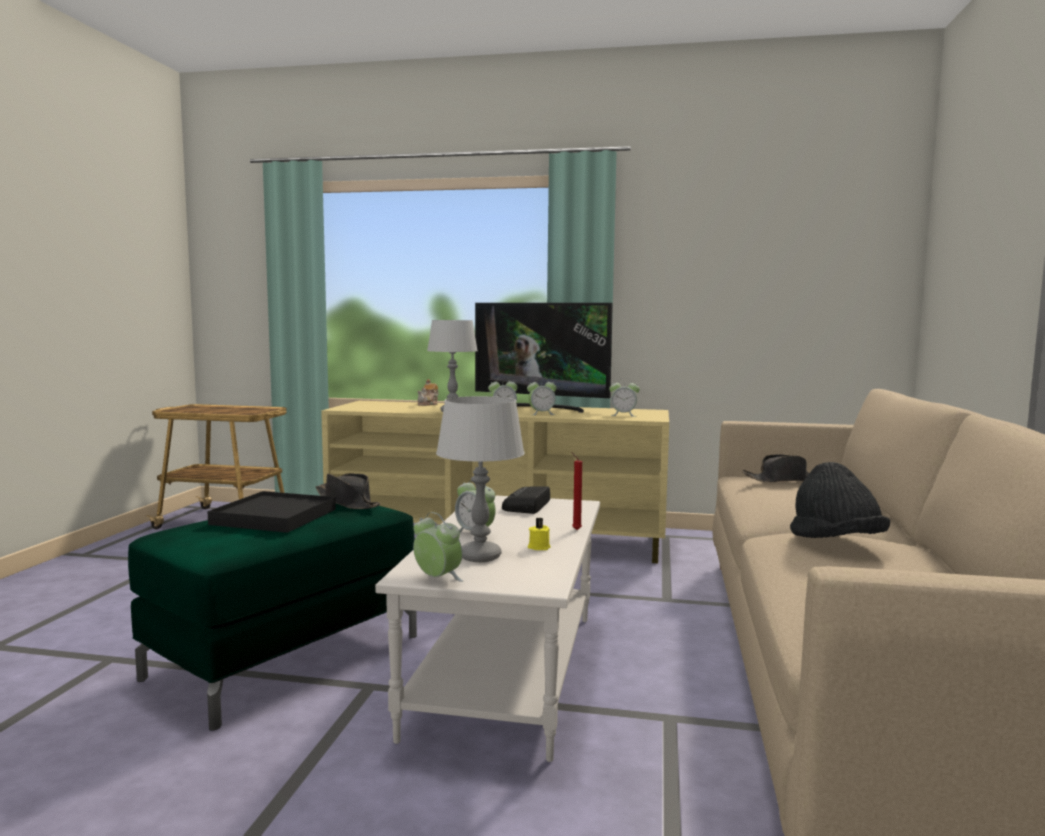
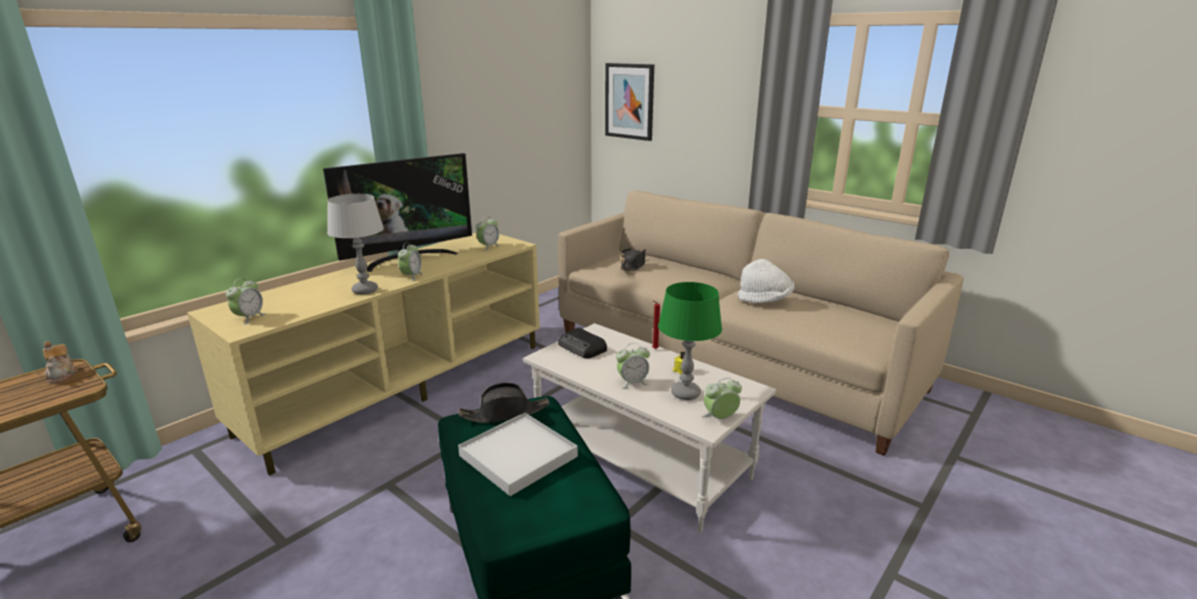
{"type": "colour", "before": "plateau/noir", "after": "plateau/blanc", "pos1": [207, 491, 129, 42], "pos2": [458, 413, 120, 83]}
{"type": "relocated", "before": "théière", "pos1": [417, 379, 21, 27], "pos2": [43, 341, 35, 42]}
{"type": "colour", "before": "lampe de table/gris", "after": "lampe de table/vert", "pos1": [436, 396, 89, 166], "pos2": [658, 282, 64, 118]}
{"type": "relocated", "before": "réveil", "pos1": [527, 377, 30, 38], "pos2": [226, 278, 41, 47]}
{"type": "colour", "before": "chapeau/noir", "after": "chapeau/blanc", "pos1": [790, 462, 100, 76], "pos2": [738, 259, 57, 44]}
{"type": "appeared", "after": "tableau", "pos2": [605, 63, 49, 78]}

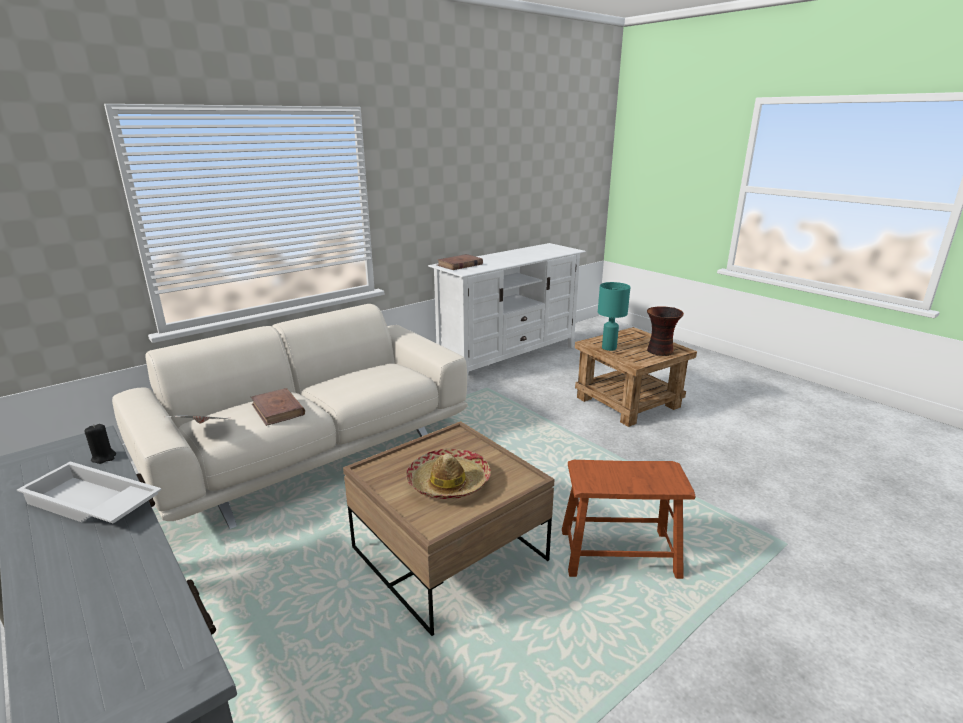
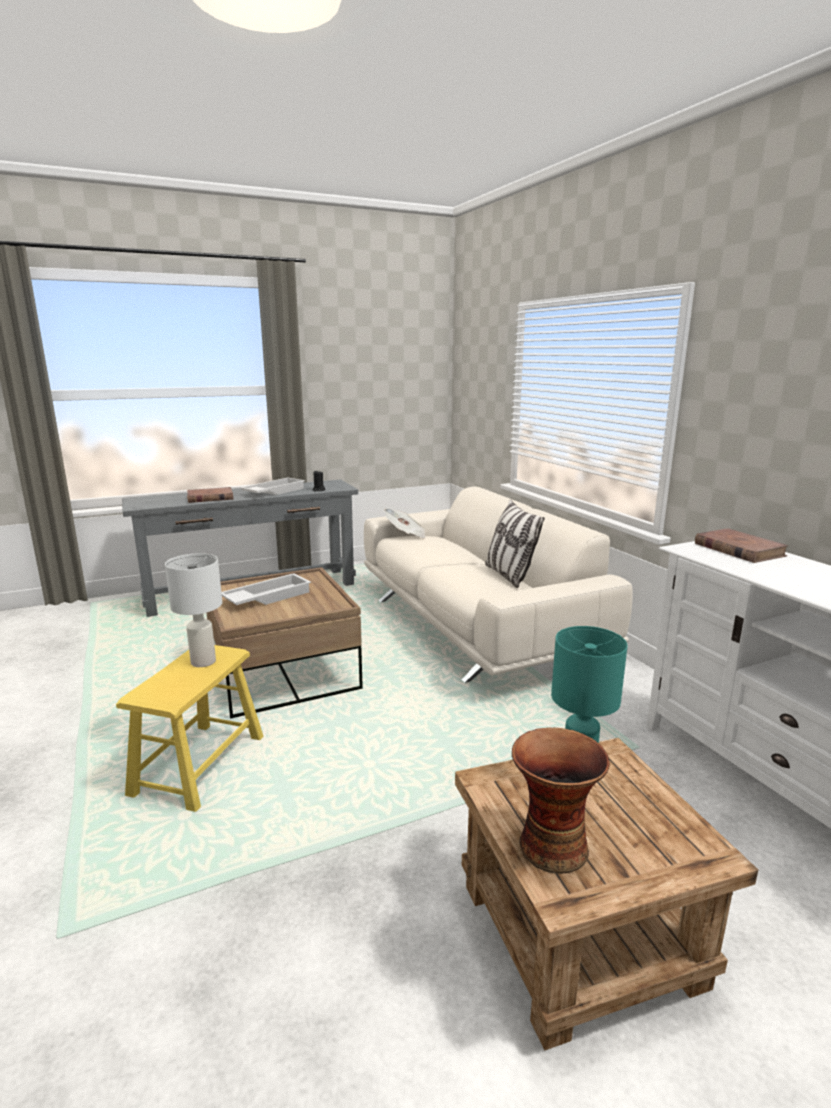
{"type": "relocated", "before": "livre/marron", "pos1": [251, 388, 54, 38], "pos2": [187, 487, 46, 16]}
{"type": "exchanged", "before": "chapeau", "after": "plateau/blanc", "pos1": [406, 448, 85, 51], "pos2": [221, 573, 90, 32]}
{"type": "colour", "before": "tabouret/marron", "after": "tabouret/jaune", "pos1": [562, 460, 134, 119], "pos2": [116, 645, 148, 167]}
{"type": "appeared", "after": "lampe de table/blanc", "pos2": [165, 553, 57, 114]}
{"type": "appeared", "after": "coussin", "pos2": [485, 500, 60, 88]}

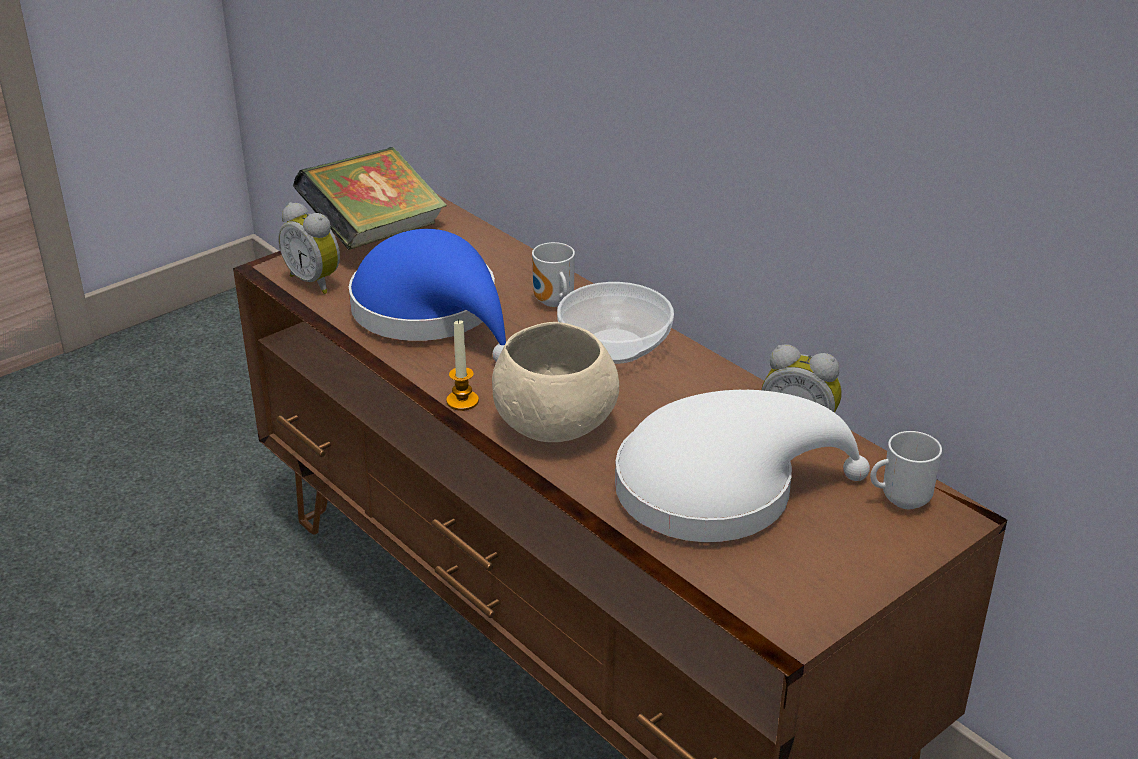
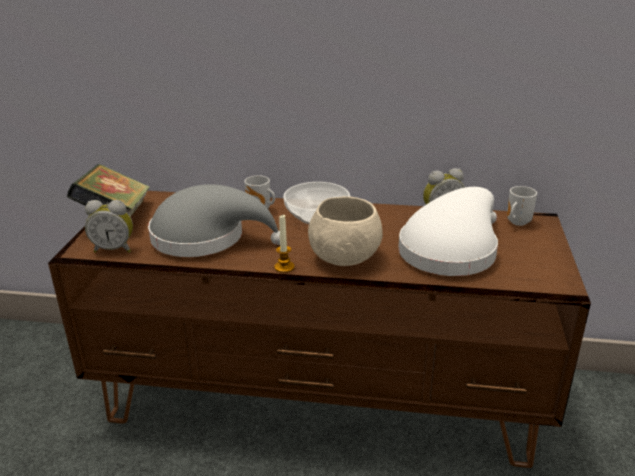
{"type": "colour", "before": "chapeau/bleu", "after": "chapeau/gris", "pos1": [349, 229, 157, 133], "pos2": [148, 184, 132, 73]}

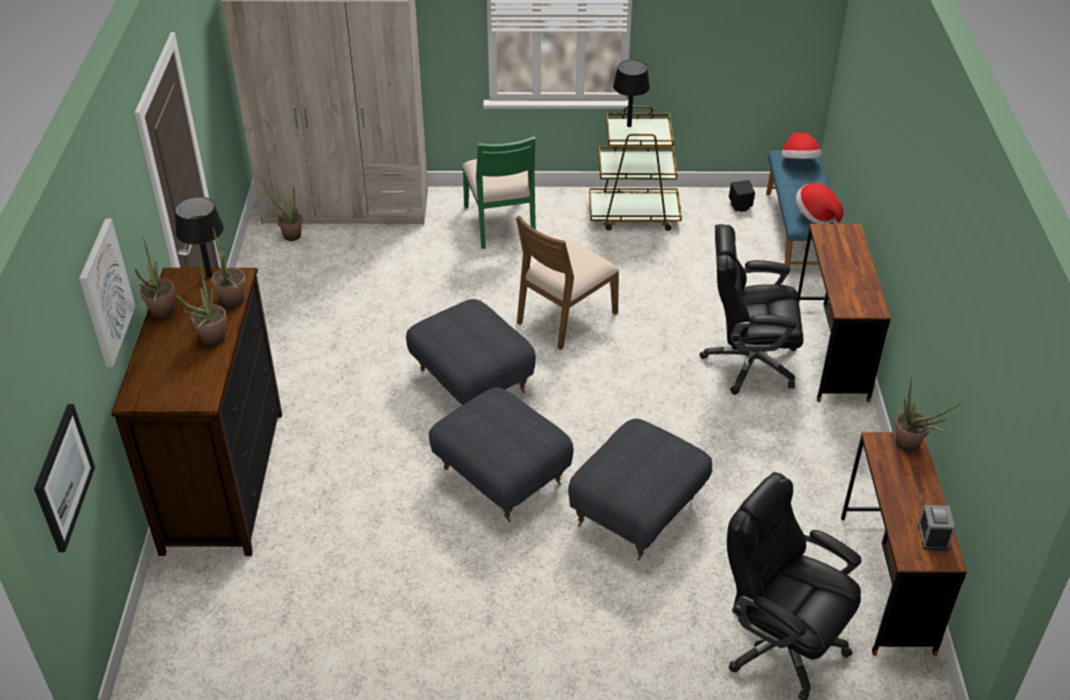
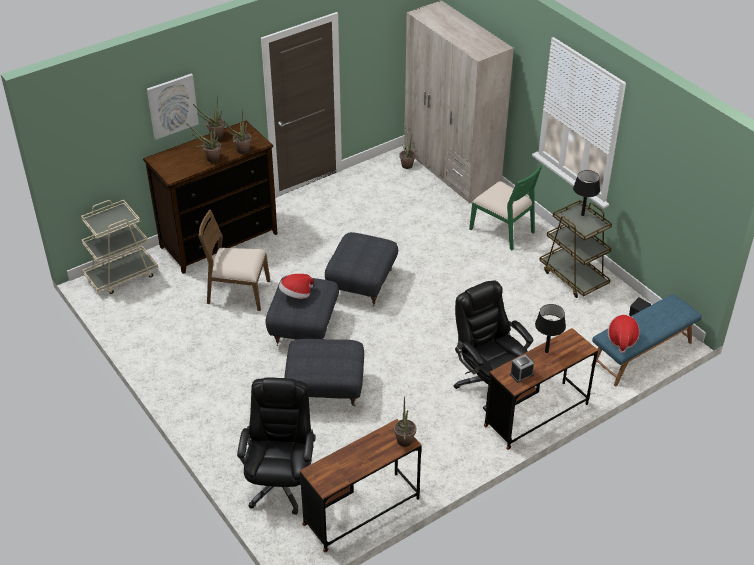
{"type": "missing", "before": "tableau", "pos1": [34, 404, 61, 148]}
{"type": "relocated", "before": "lampe de table/noir", "pos1": [175, 197, 49, 81], "pos2": [535, 304, 31, 49]}
{"type": "spun", "before": "chaise/vert", "pos1": [462, 136, 74, 113], "pos2": [469, 164, 73, 86], "turn": -90}
{"type": "relocated", "before": "chaise/marron", "pos1": [516, 215, 103, 135], "pos2": [198, 210, 72, 101]}
{"type": "relocated", "before": "chapeau", "pos1": [781, 132, 41, 27], "pos2": [279, 274, 35, 25]}
{"type": "relocated", "before": "réveil", "pos1": [918, 505, 37, 46], "pos2": [510, 354, 24, 29]}
{"type": "appeared", "after": "chariot/beige", "pos2": [81, 200, 77, 94]}

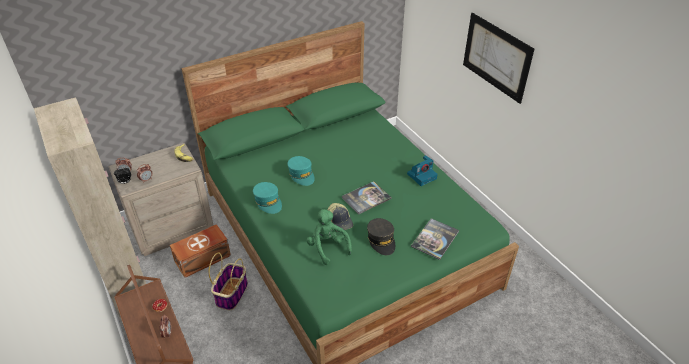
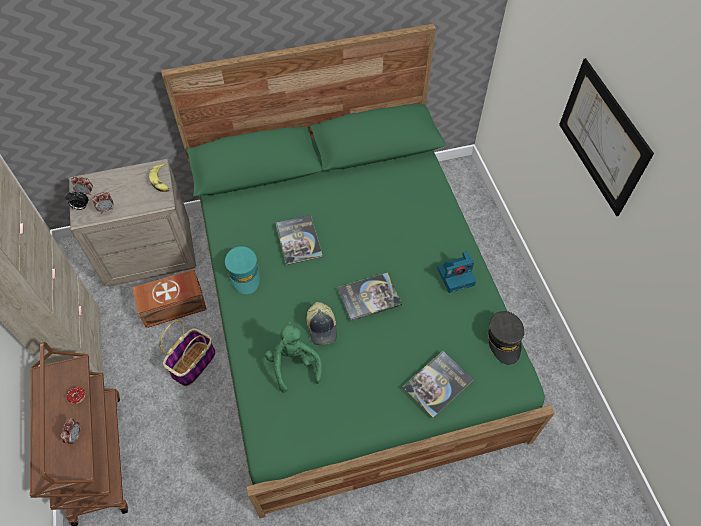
{"type": "exchanged", "before": "casquette/turquoise", "after": "livre", "pos1": [288, 156, 27, 30], "pos2": [275, 215, 48, 50]}
{"type": "relocated", "before": "casquette/gris", "pos1": [367, 218, 28, 37], "pos2": [488, 311, 37, 54]}

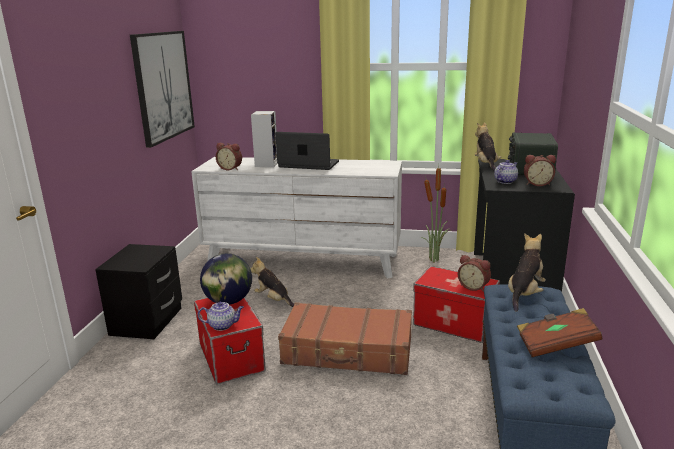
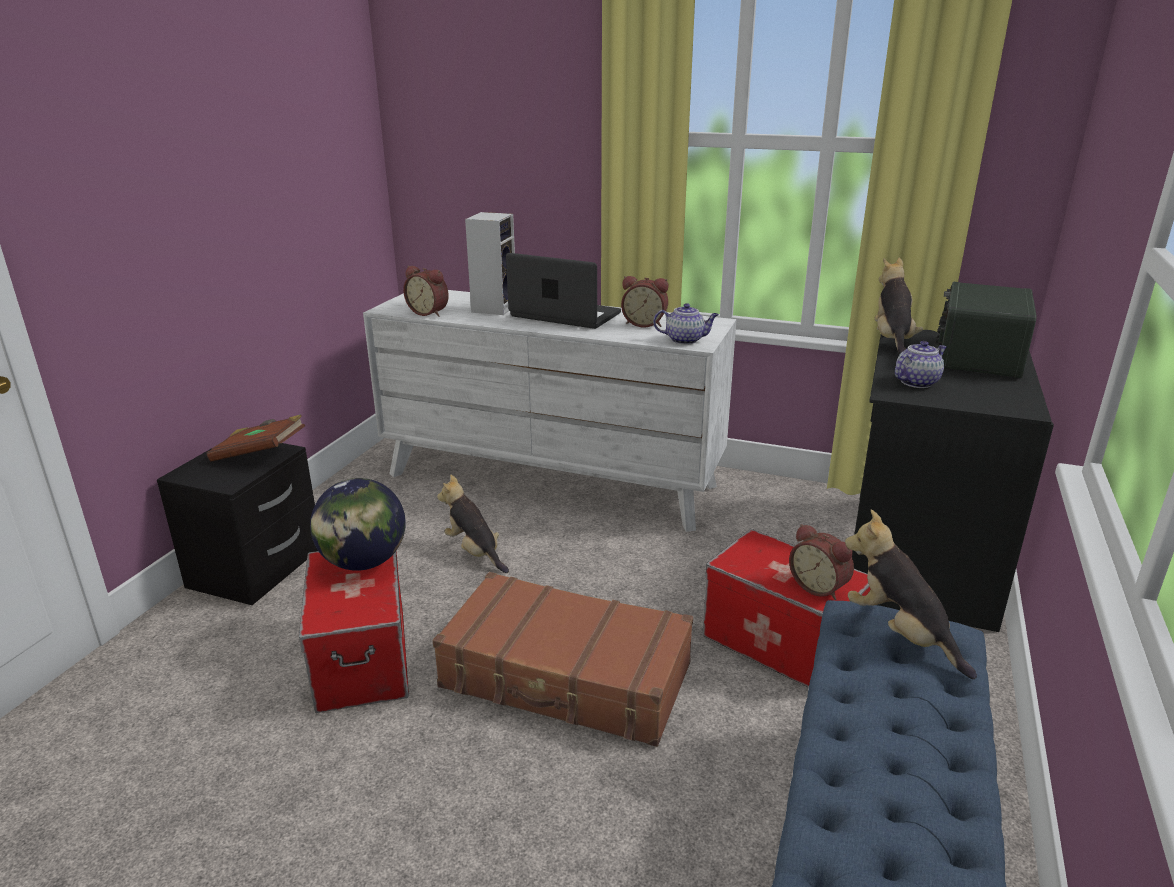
{"type": "missing", "before": "tableau", "pos1": [130, 31, 65, 117]}
{"type": "relocated", "before": "théière", "pos1": [198, 301, 46, 30], "pos2": [653, 303, 66, 42]}
{"type": "missing", "before": "plante en pot", "pos1": [421, 168, 29, 95]}
{"type": "spun", "before": "peluche", "pos1": [508, 233, 38, 79], "pos2": [845, 509, 132, 170], "turn": -75}
{"type": "relocated", "before": "livre/marron", "pos1": [517, 308, 86, 49], "pos2": [206, 415, 99, 47]}
{"type": "relocated", "before": "réveil", "pos1": [524, 155, 32, 31], "pos2": [621, 276, 47, 52]}

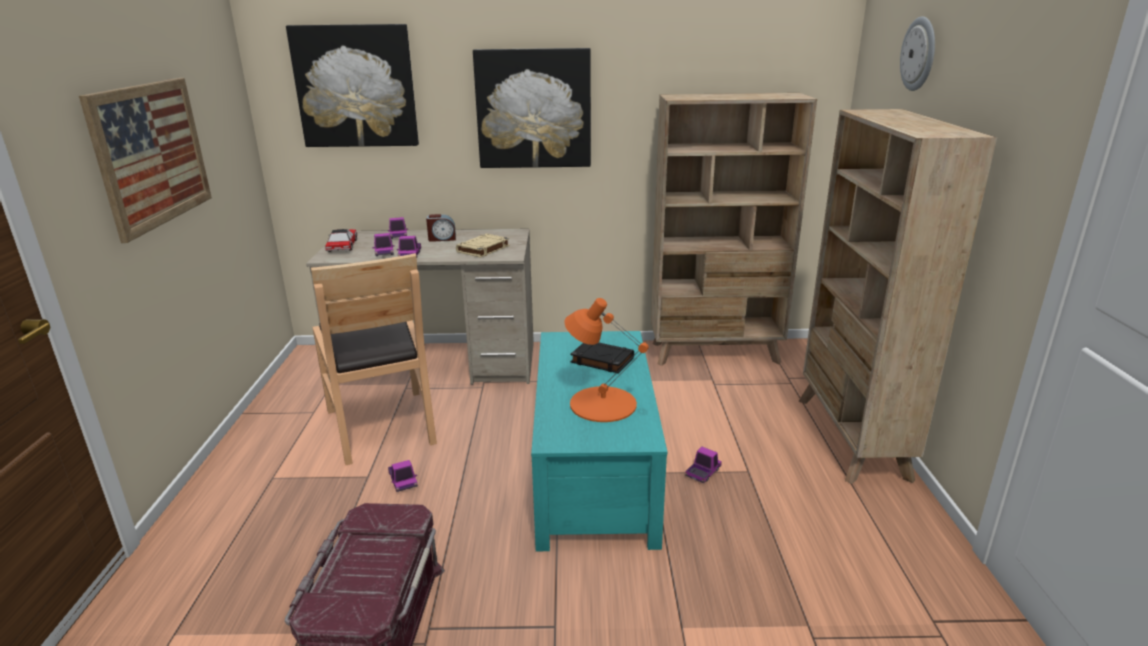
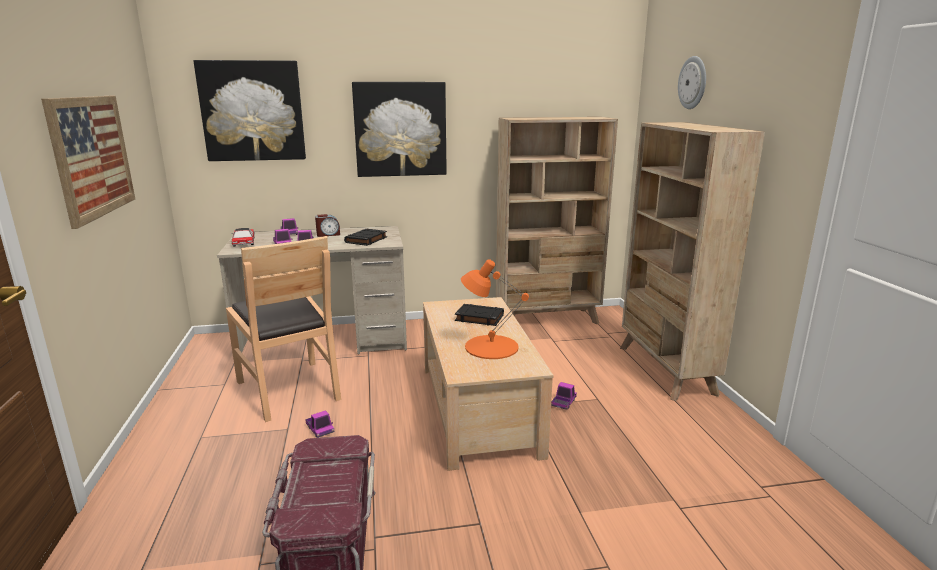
{"type": "colour", "before": "livre/beige", "after": "livre/noir", "pos1": [456, 233, 54, 25], "pos2": [344, 229, 43, 17]}
{"type": "colour", "before": "table basse/turquoise", "after": "table basse/beige", "pos1": [531, 331, 136, 220], "pos2": [423, 297, 131, 174]}

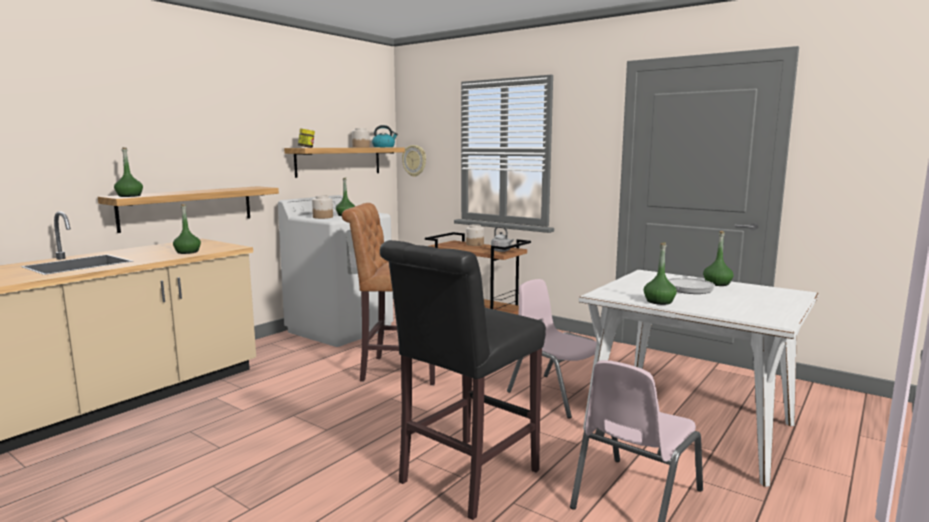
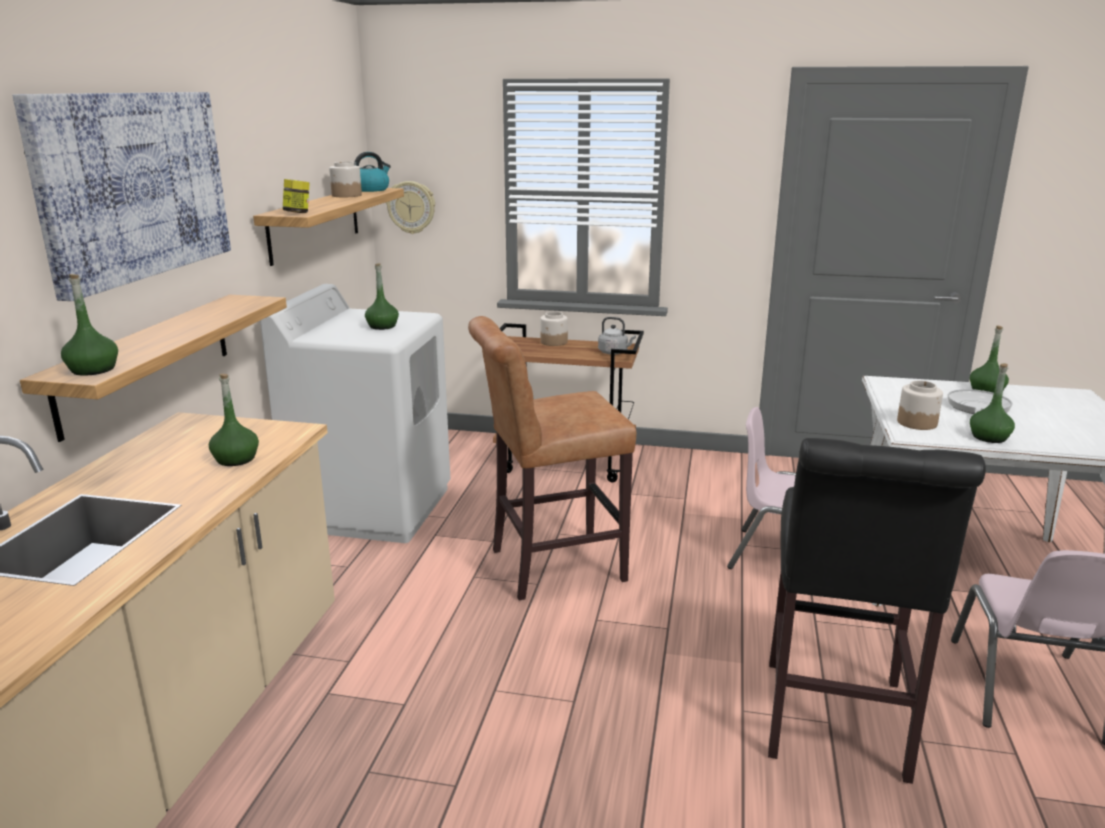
{"type": "relocated", "before": "bocal", "pos1": [312, 195, 21, 24], "pos2": [897, 381, 46, 49]}
{"type": "appeared", "after": "tableau", "pos2": [12, 92, 219, 209]}

